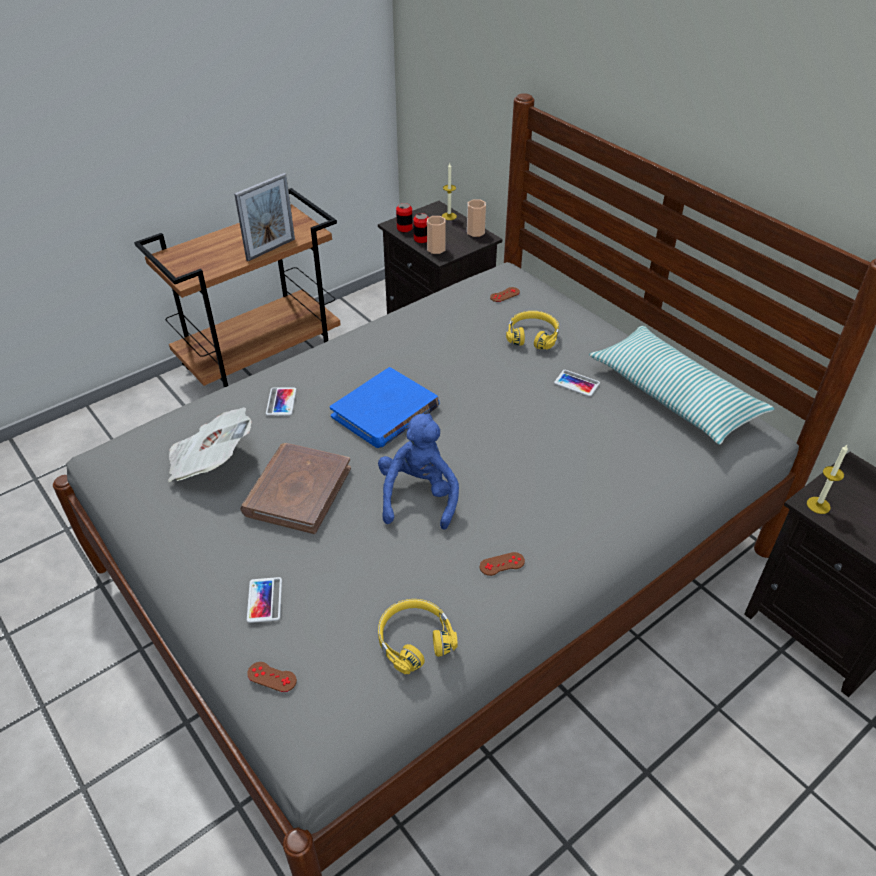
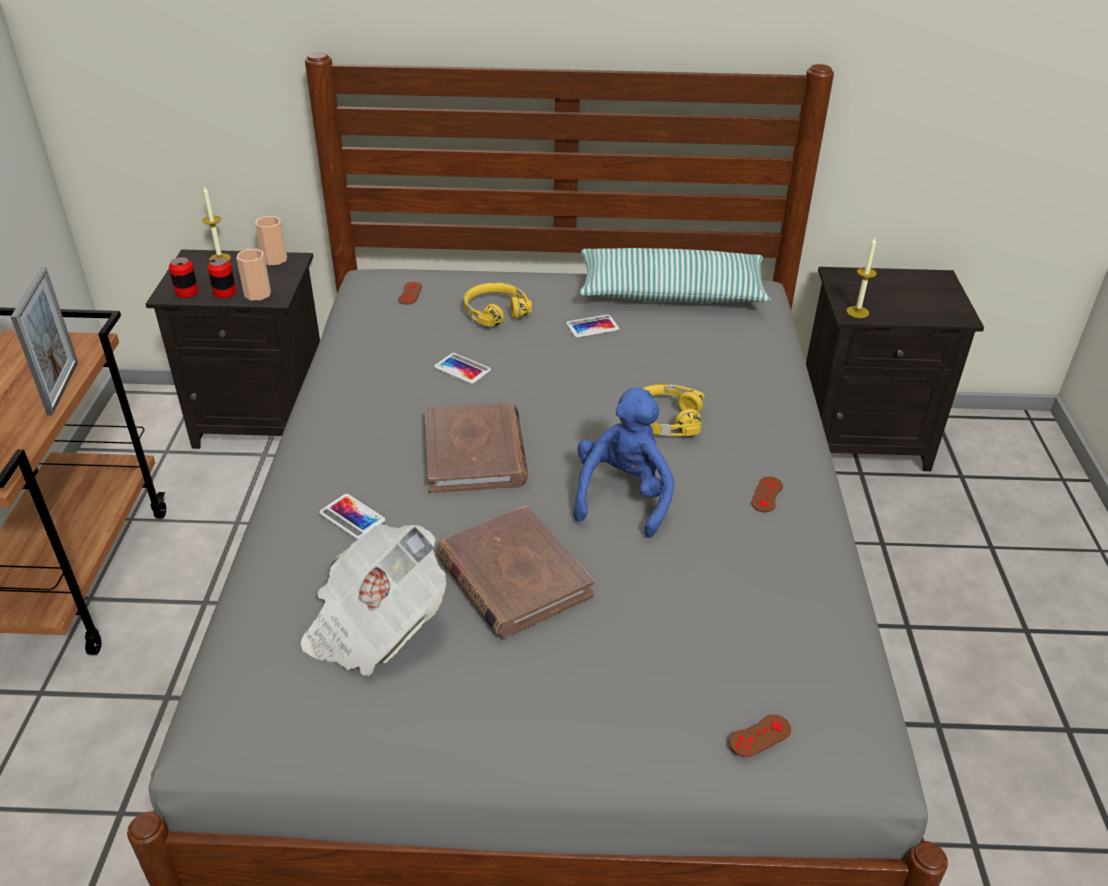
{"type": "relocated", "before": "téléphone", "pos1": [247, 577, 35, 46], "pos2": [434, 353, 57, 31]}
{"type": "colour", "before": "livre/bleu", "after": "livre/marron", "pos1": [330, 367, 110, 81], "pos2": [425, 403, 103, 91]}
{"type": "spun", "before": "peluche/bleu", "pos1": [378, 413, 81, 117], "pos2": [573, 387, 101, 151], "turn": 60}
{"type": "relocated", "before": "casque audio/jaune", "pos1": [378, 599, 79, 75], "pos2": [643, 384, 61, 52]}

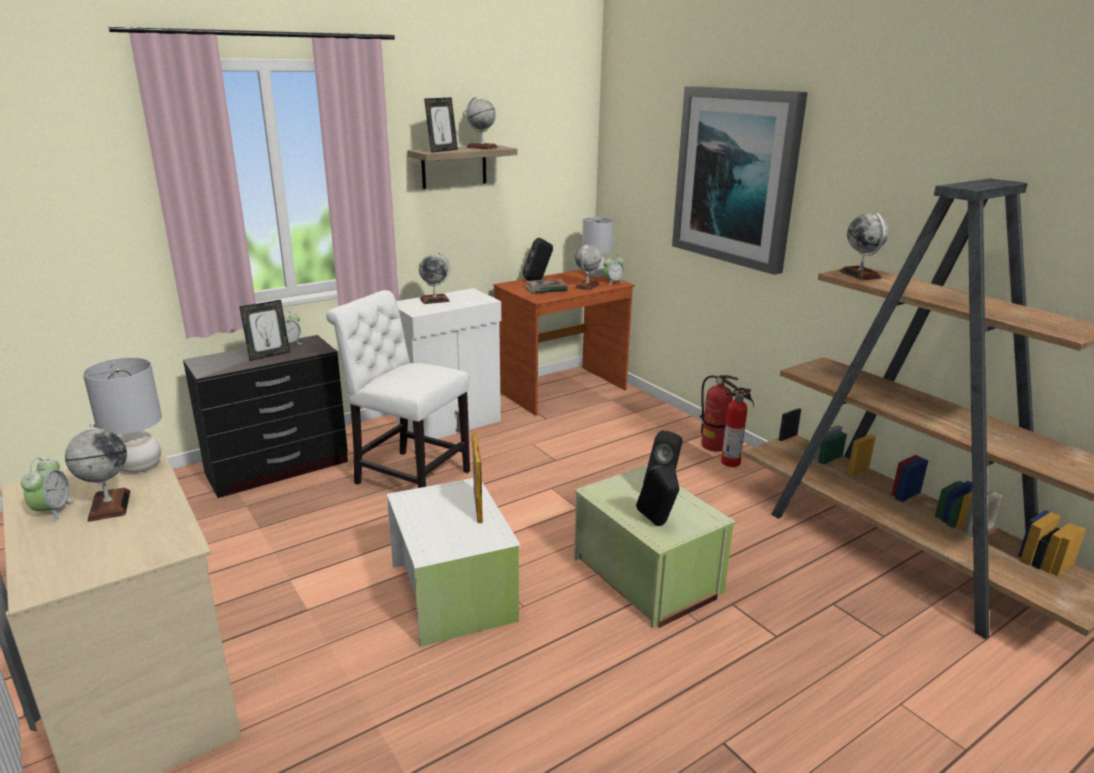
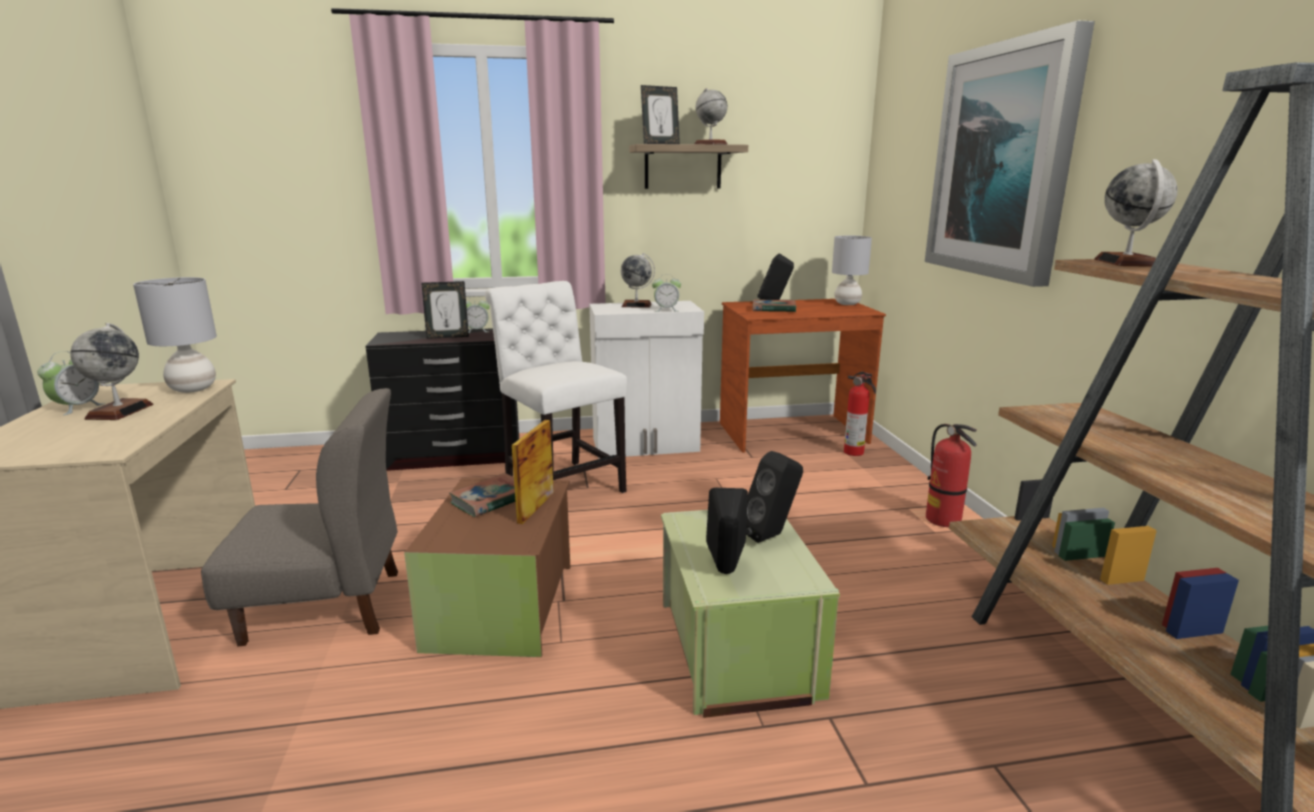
{"type": "colour", "before": "boîte de rangement/blanc", "after": "boîte de rangement/marron", "pos1": [387, 478, 134, 169], "pos2": [404, 478, 166, 179]}
{"type": "missing", "before": "globe", "pos1": [575, 244, 27, 46]}
{"type": "relocated", "before": "réveil", "pos1": [603, 254, 21, 31], "pos2": [652, 279, 29, 33]}
{"type": "relocated", "before": "extincteur", "pos1": [721, 387, 33, 80], "pos2": [844, 372, 32, 84]}
{"type": "appeared", "after": "chaise/gris", "pos2": [201, 388, 197, 259]}
{"type": "appeared", "after": "livre", "pos2": [449, 473, 67, 44]}

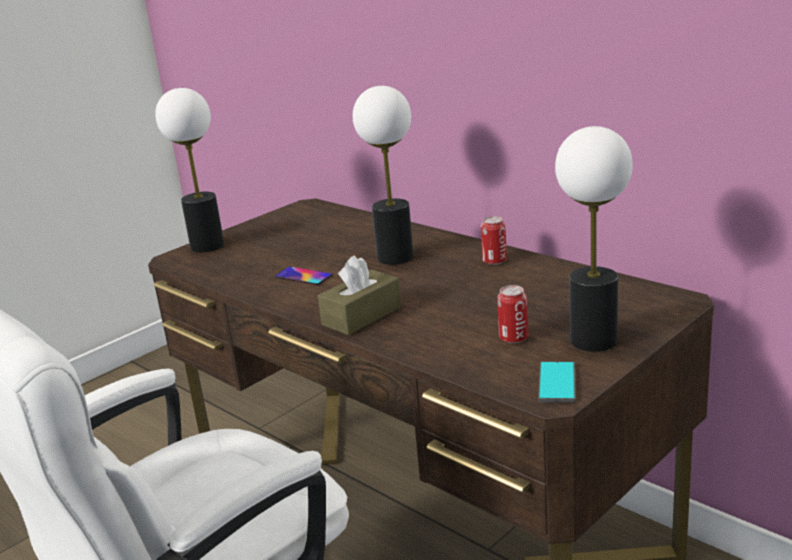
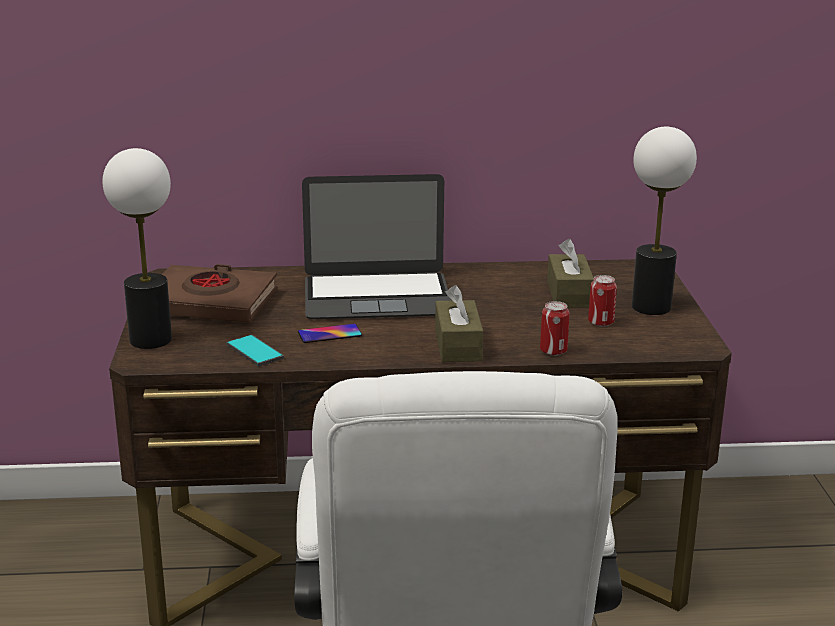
{"type": "exchanged", "before": "lampe de table", "after": "ordinateur portable", "pos1": [353, 86, 61, 179], "pos2": [302, 174, 149, 145]}
{"type": "relocated", "before": "boîte métallique", "pos1": [481, 216, 26, 49], "pos2": [540, 301, 30, 55]}
{"type": "relocated", "before": "téléphone", "pos1": [538, 361, 38, 42], "pos2": [226, 335, 58, 31]}
{"type": "appeared", "after": "livre/marron", "pos2": [162, 264, 115, 59]}
{"type": "appeared", "after": "boîte à mouchoirs/marron", "pos2": [547, 238, 47, 70]}

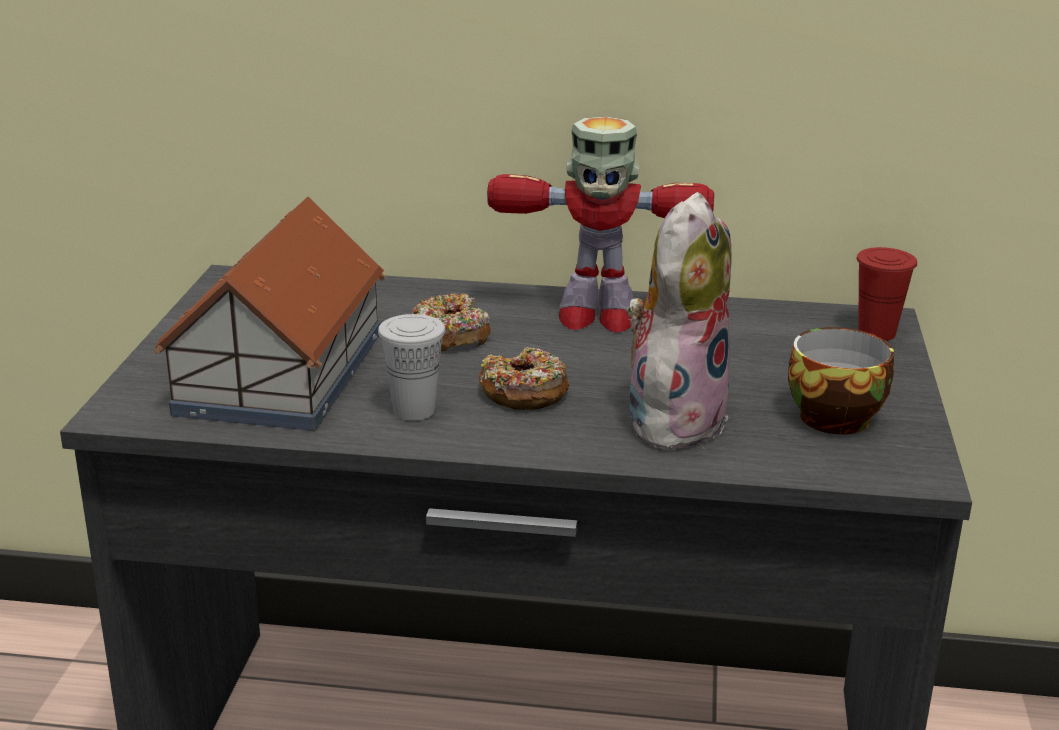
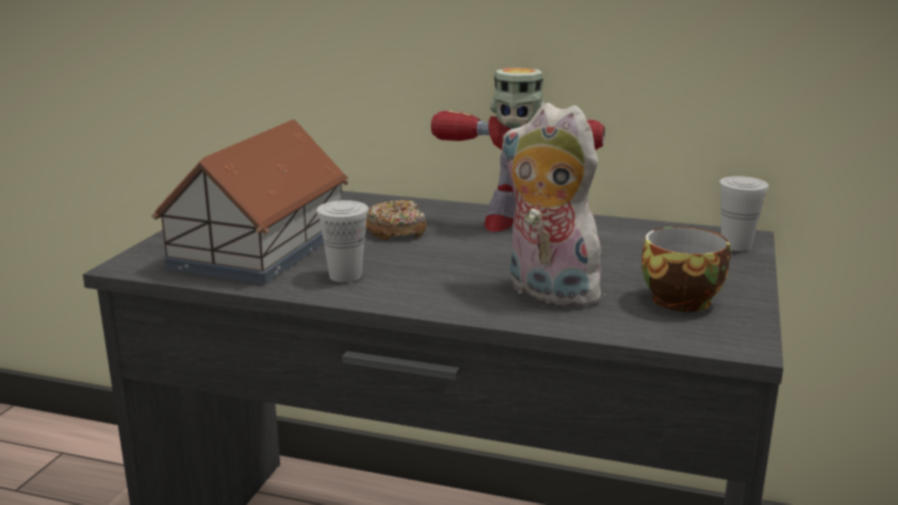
{"type": "missing", "before": "beignet", "pos1": [479, 347, 90, 63]}
{"type": "spun", "before": "peluche", "pos1": [626, 192, 106, 261], "pos2": [501, 103, 105, 205], "turn": -90}
{"type": "colour", "before": "tasse/rouge", "after": "tasse/blanc", "pos1": [857, 247, 60, 94], "pos2": [719, 176, 50, 75]}

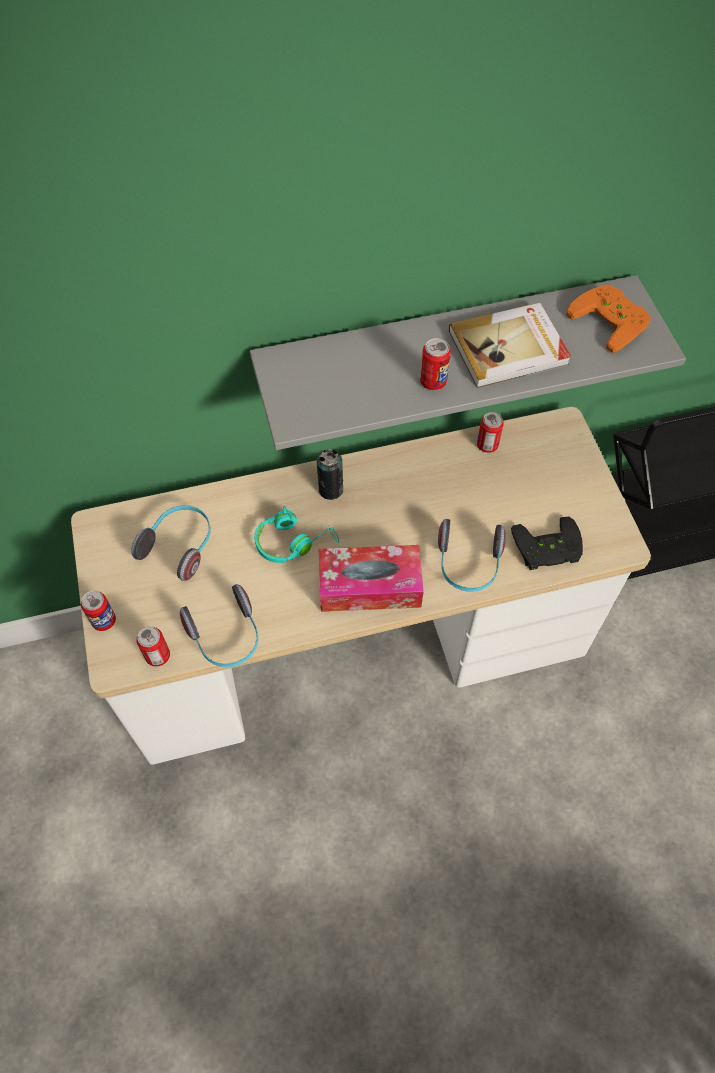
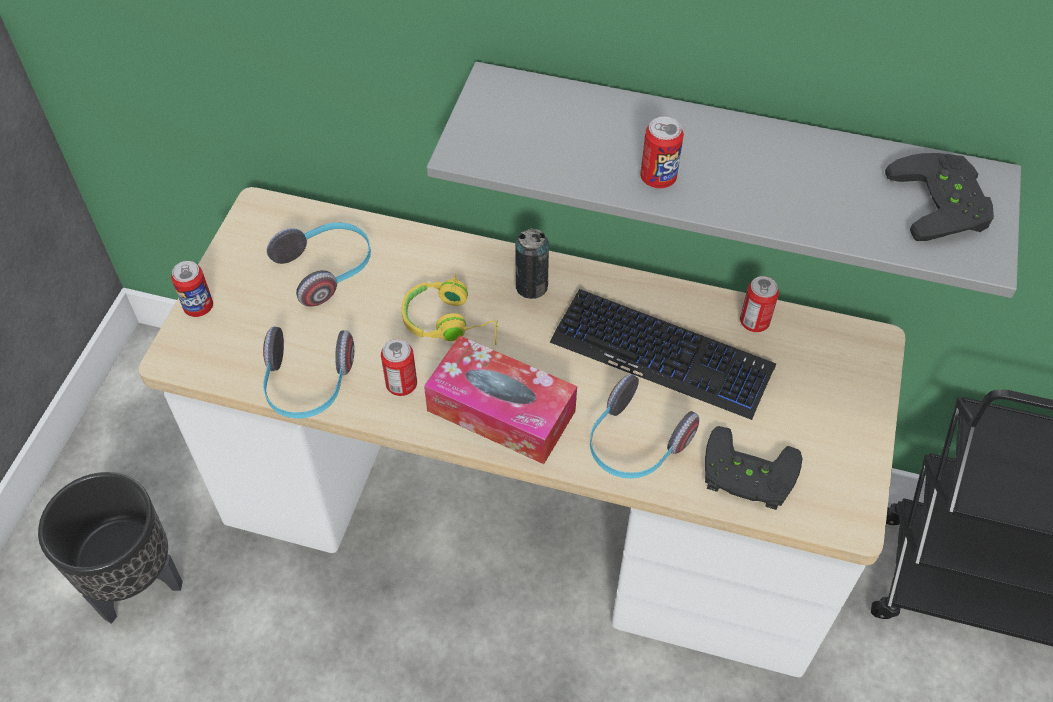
{"type": "relocated", "before": "boîte métallique", "pos1": [136, 626, 34, 41], "pos2": [381, 339, 36, 57]}
{"type": "colour", "before": "casque audio/turquoise", "after": "casque audio/jaune", "pos1": [254, 506, 85, 57], "pos2": [402, 273, 96, 72]}
{"type": "missing", "before": "livre", "pos1": [449, 302, 122, 86]}
{"type": "colour", "before": "manette/orange", "after": "manette/noir", "pos1": [566, 284, 85, 69], "pos2": [885, 153, 109, 88]}
{"type": "appeared", "after": "cache-pot/noir", "pos2": [38, 472, 145, 152]}
{"type": "appeared", "after": "clavier", "pos2": [550, 289, 226, 131]}

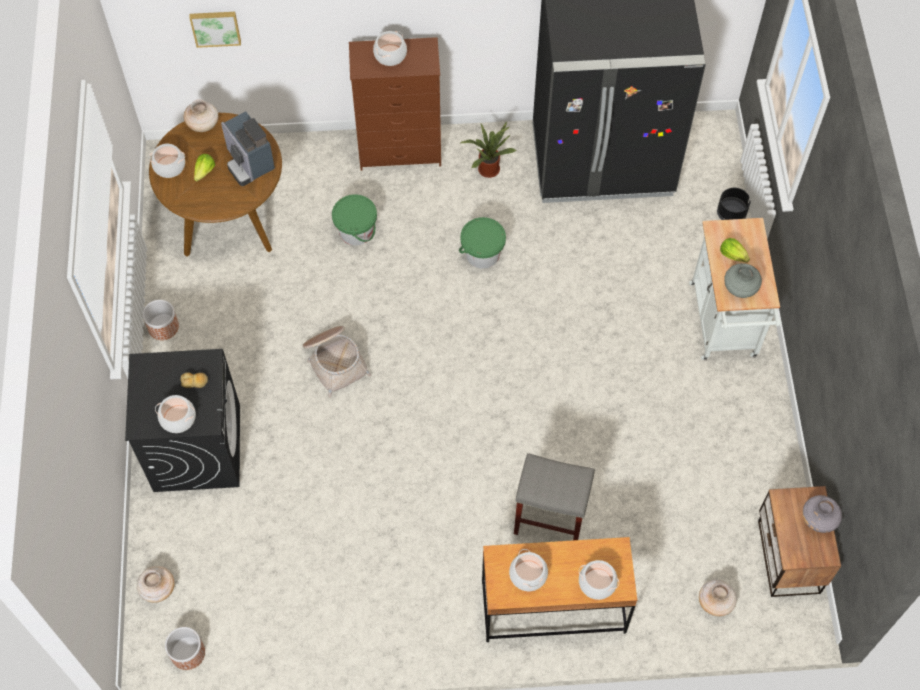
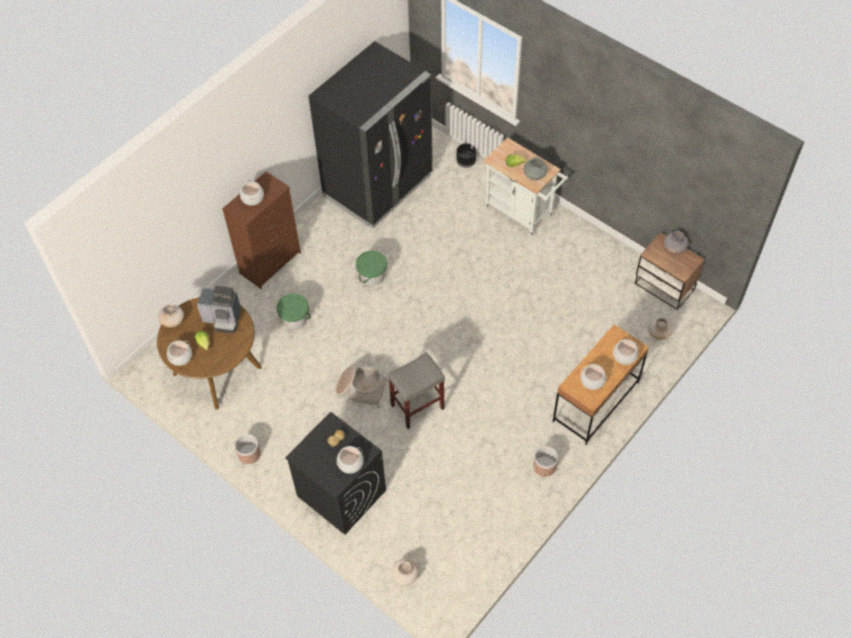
{"type": "relocated", "before": "cache-pot", "pos1": [165, 627, 40, 43], "pos2": [533, 446, 25, 31]}
{"type": "missing", "before": "tableau", "pos1": [190, 12, 51, 36]}
{"type": "missing", "before": "plante en pot", "pos1": [461, 121, 55, 57]}
{"type": "relocated", "before": "tabouret/gris", "pos1": [514, 453, 81, 87], "pos2": [388, 352, 57, 77]}

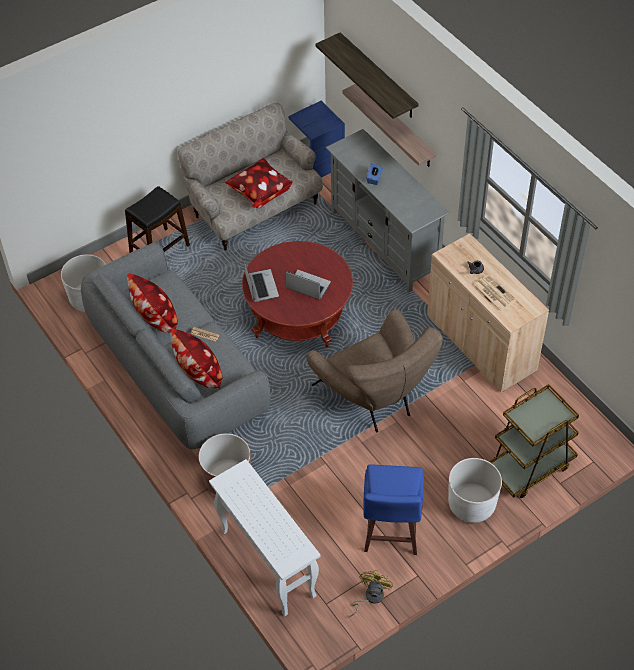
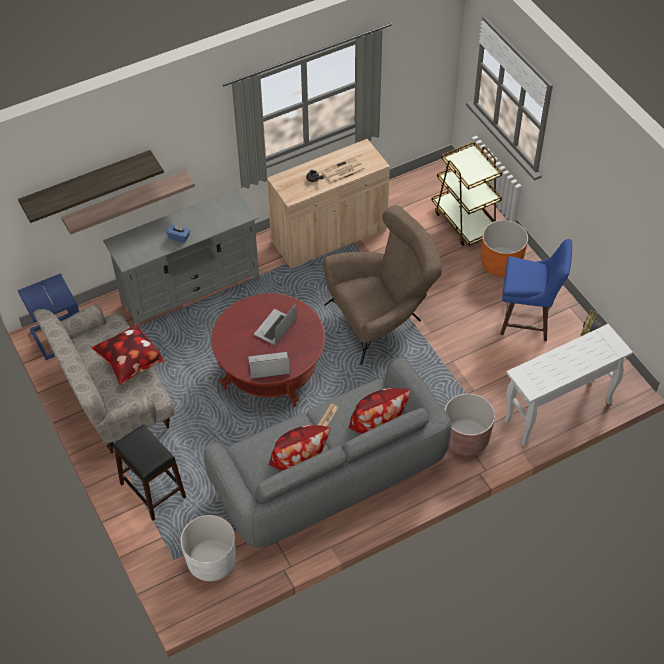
{"type": "colour", "before": "cache-pot/blanc", "after": "cache-pot/orange", "pos1": [448, 458, 54, 65], "pos2": [481, 220, 47, 57]}

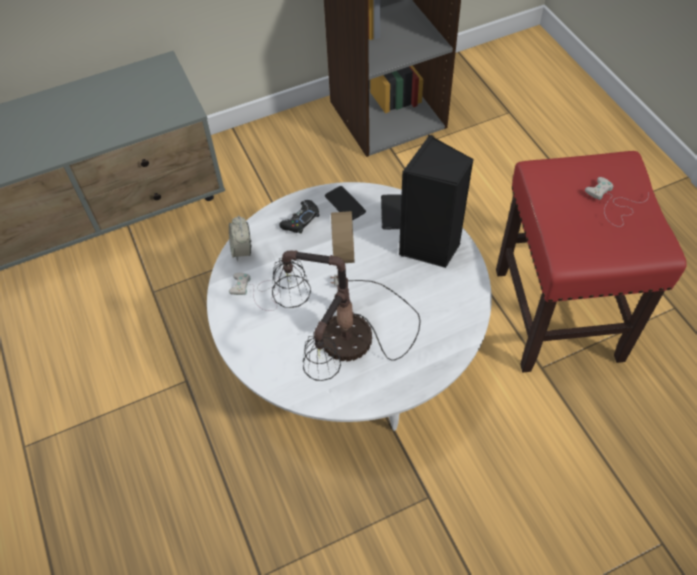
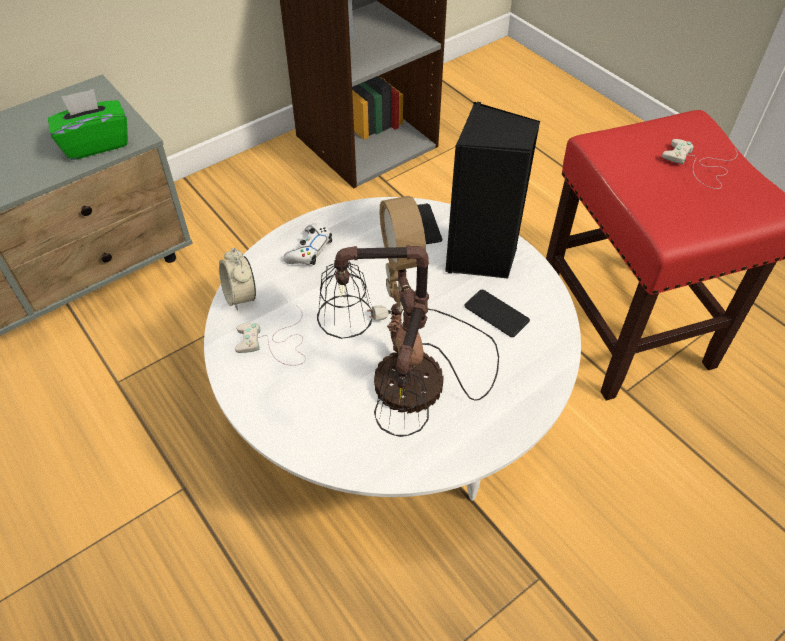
{"type": "colour", "before": "manette/noir", "after": "manette/blanc", "pos1": [279, 200, 40, 34], "pos2": [283, 223, 49, 42]}
{"type": "relocated", "before": "téléphone", "pos1": [325, 186, 41, 35], "pos2": [464, 290, 66, 47]}
{"type": "appeared", "after": "boîte à mouchoirs/vert", "pos2": [48, 89, 80, 71]}

